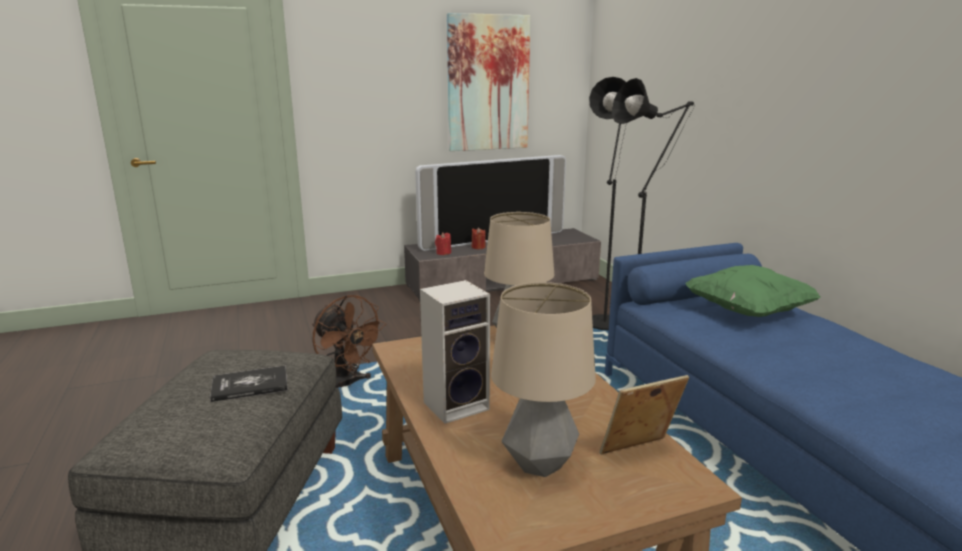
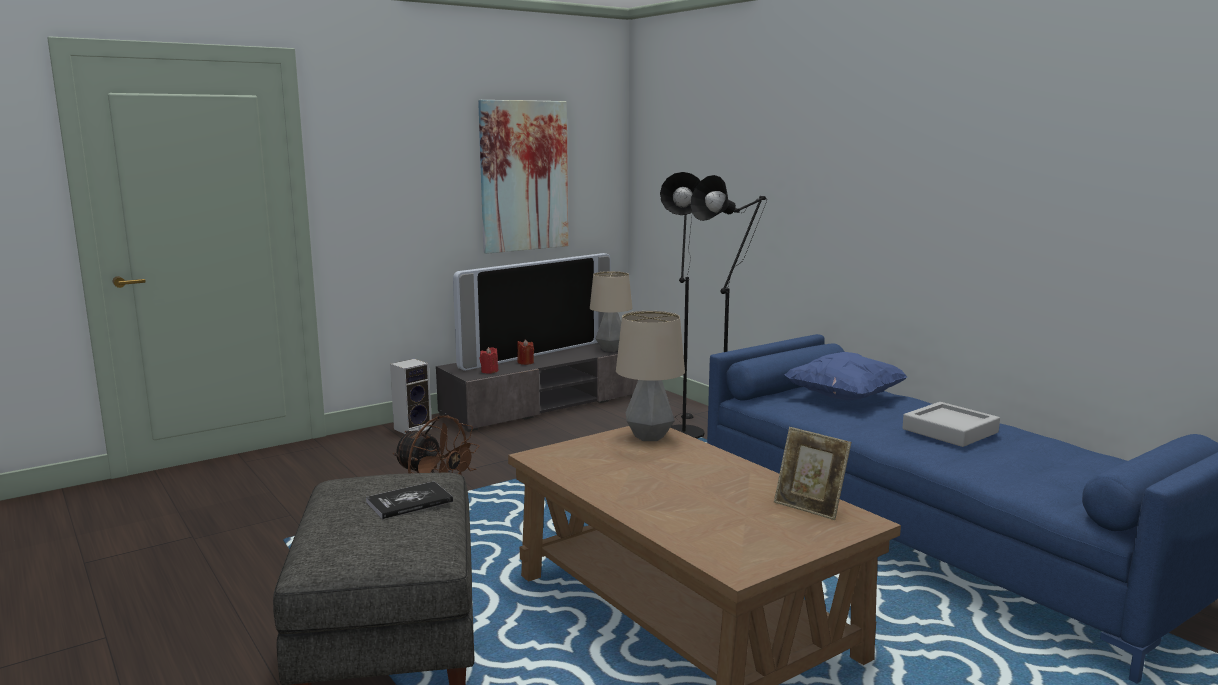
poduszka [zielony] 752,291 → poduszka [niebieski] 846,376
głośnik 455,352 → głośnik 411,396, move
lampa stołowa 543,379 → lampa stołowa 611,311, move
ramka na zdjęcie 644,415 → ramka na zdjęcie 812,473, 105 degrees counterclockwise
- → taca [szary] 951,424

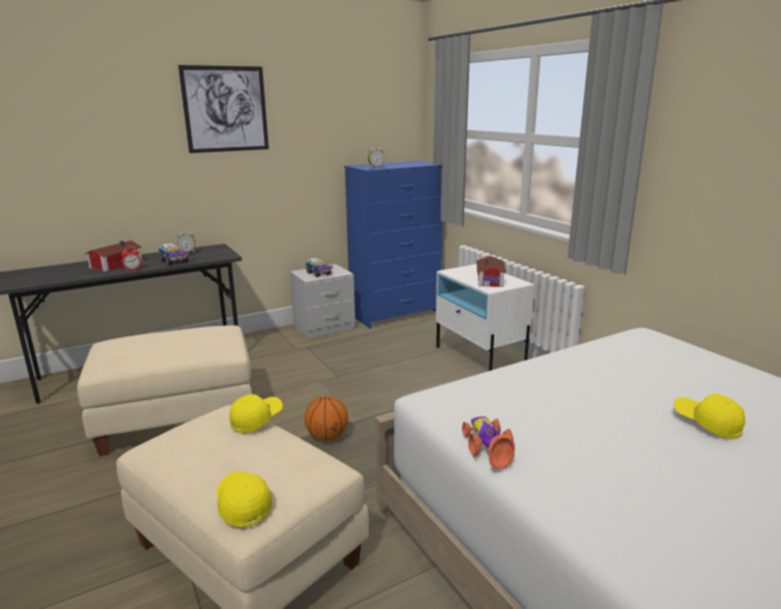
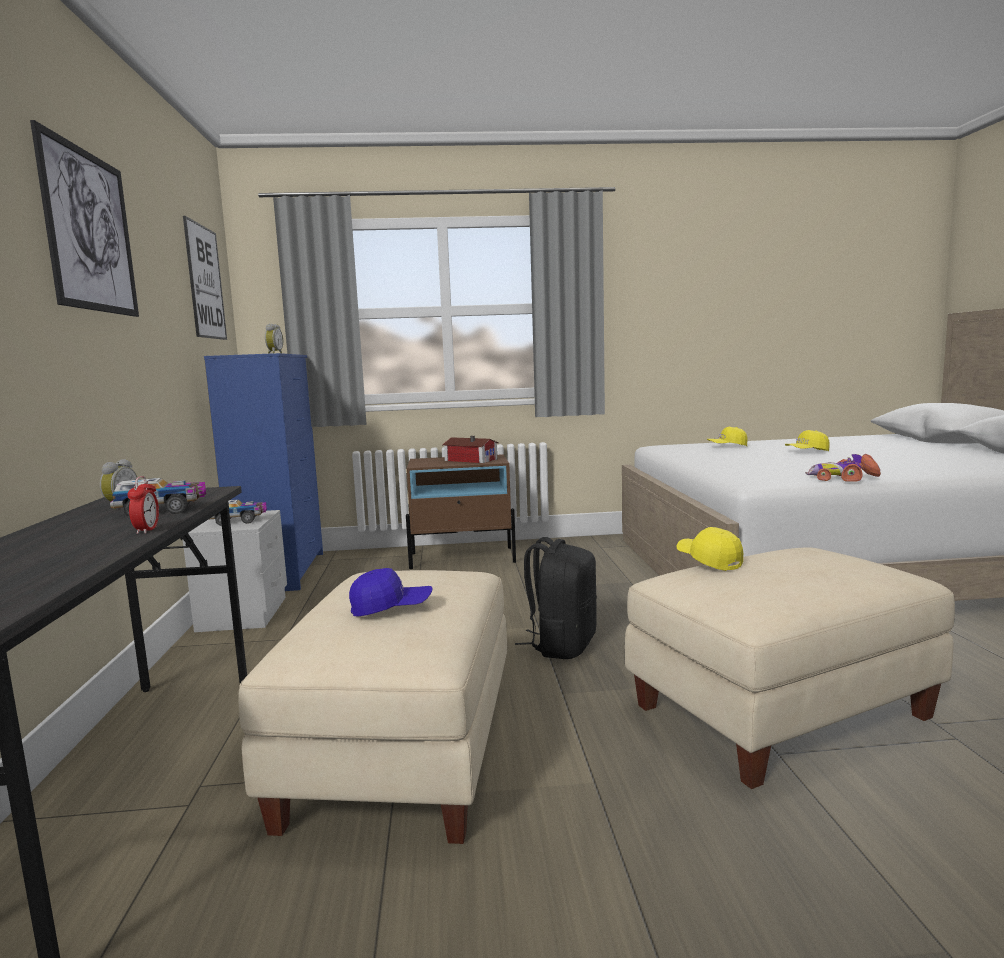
domek 113,256 → -
szafka nocna [biały] 485,317 → szafka nocna [brązowy] 461,511
piłka do koszykówki 326,418 → plecak [czarny] 556,598
czapka z daszkiem [żółty] 244,499 → czapka z daszkiem [żółty] 727,436, move
- → obraz 205,278
- → czapka z daszkiem [niebieski] 391,592

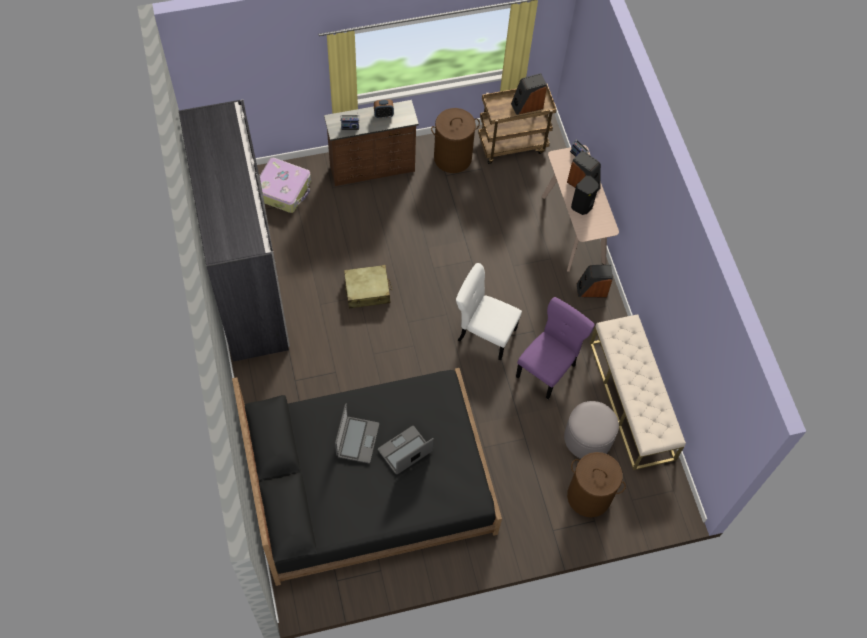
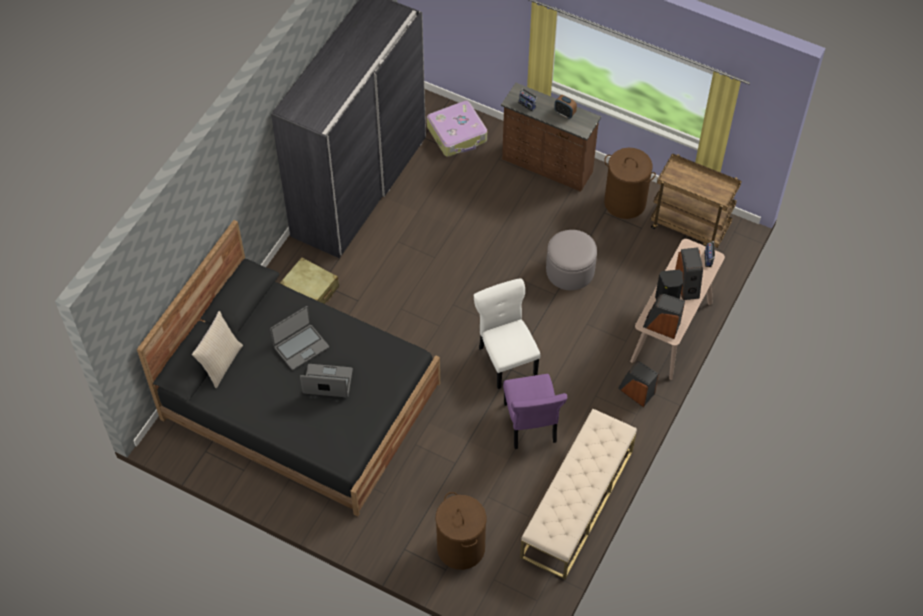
głośnik 529,94 → głośnik 664,316, move
walizka [beżowy] 368,286 → walizka [beżowy] 309,280, move
krzesło [fioletowy] 555,348 → krzesło [fioletowy] 535,411, 90 degrees clockwise
pufa [szary] 591,430 → pufa [szary] 571,260, move
- → poduszka [beżowy] 217,349

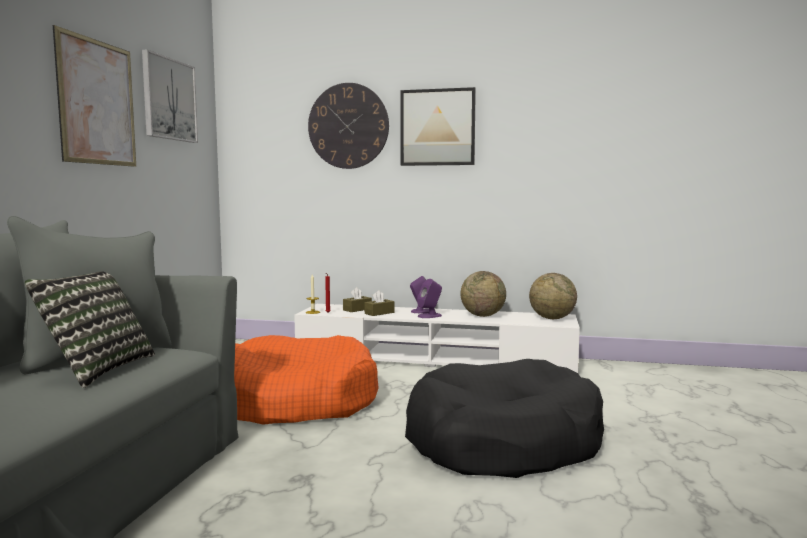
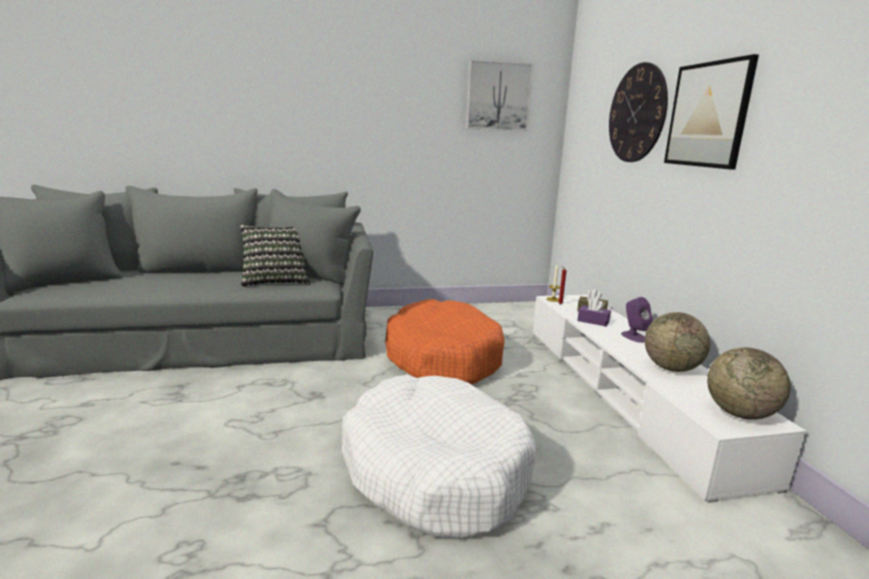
obraz 94,96 → -
głośnik [fioletowy] 429,298 → -
pudełko chusteczek [brązowy] 379,303 → pudełko chusteczek [fioletowy] 594,312
legowisko [czarny] 504,418 → legowisko [biały] 439,456

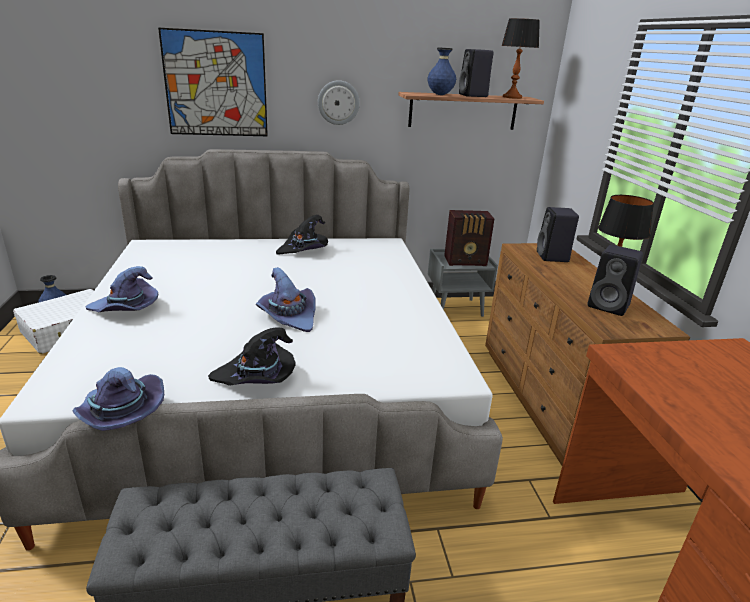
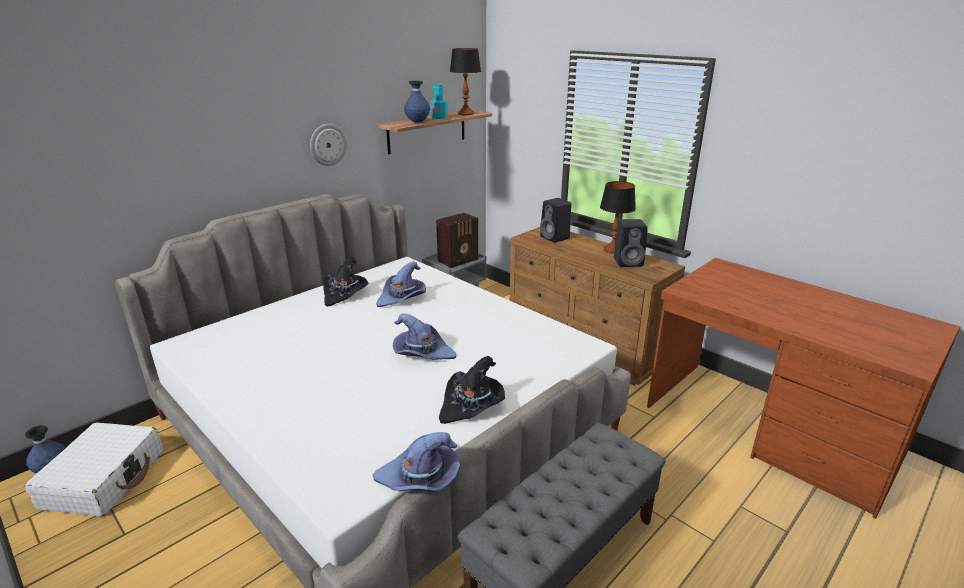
obraz 213,82 → -
głośnik [czarny] 476,73 → butelka [turkusowy] 439,101
kapelusz [fioletowy] 122,289 → kapelusz [fioletowy] 401,284, move

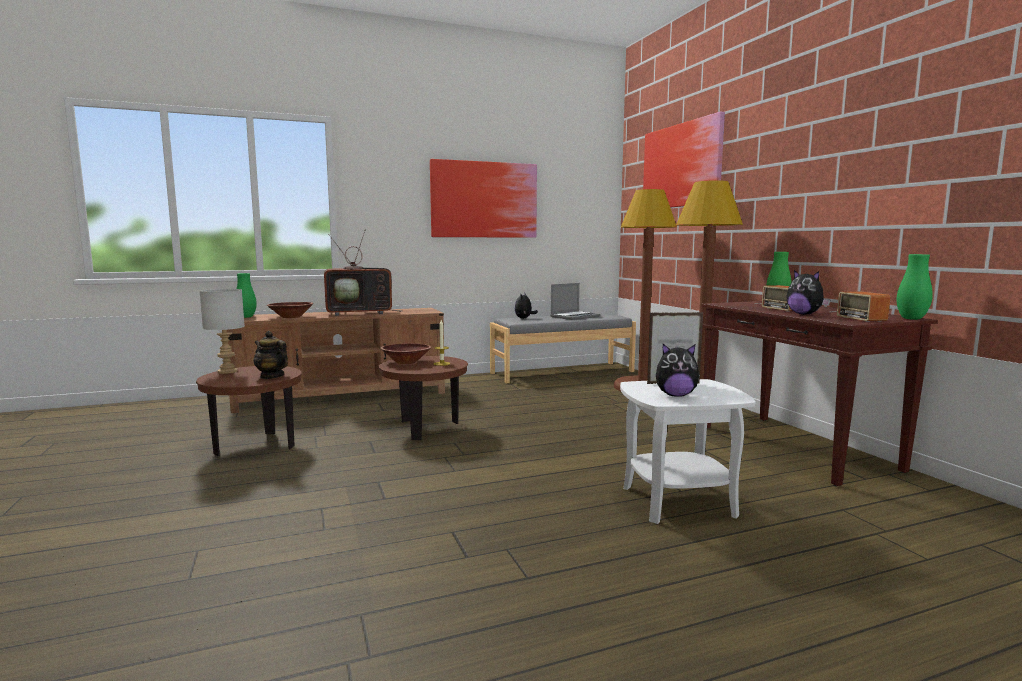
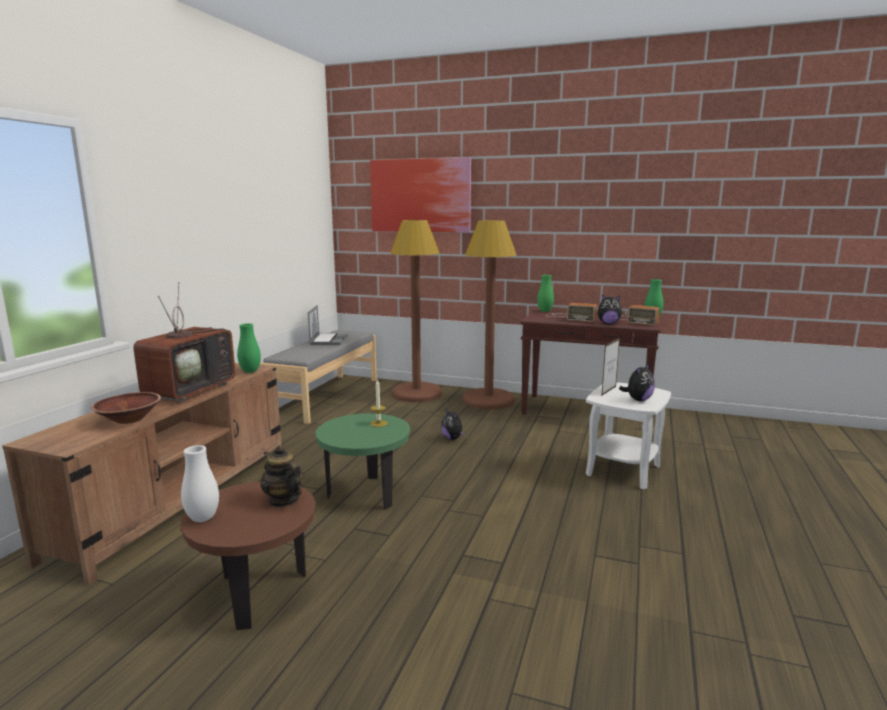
obraz 483,198 → -
wazon [zielony] 247,295 → wazon [zielony] 249,348, move
lampa stołowa [szary] 222,331 → wazon [biały] 200,483
pluszak 526,306 → pluszak 453,424, move
imbryk 271,355 → imbryk 282,476, 60 degrees clockwise
miska [brązowy] 406,353 → -
stolik [brązowy] 423,398 → stolik [zielony] 362,461

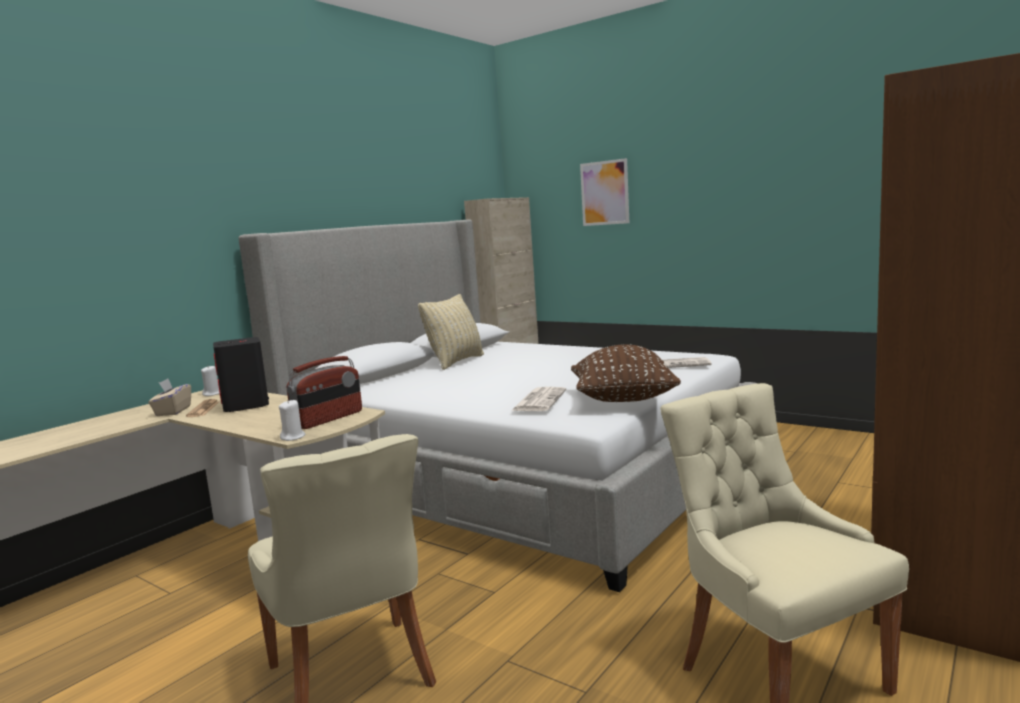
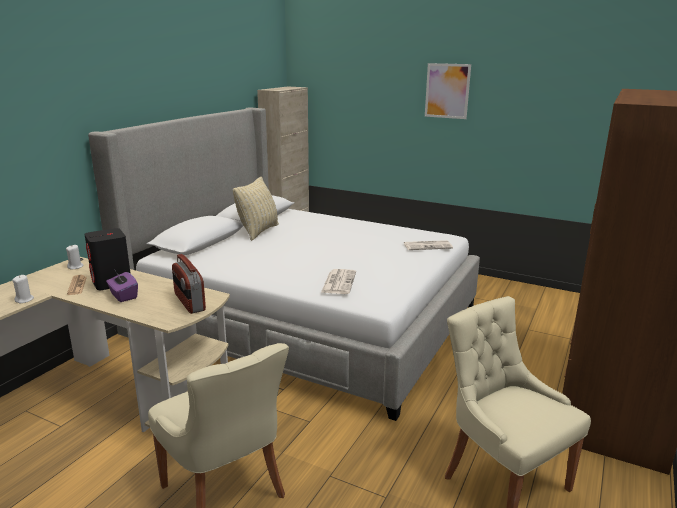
obraz 604,192 → obraz 448,91, move
poduszka [brązowy] 626,373 → -
radio 324,392 → radio 189,284, 120 degrees clockwise
pudełko chusteczek [beżowy] 169,397 → -
świeca [biały] 292,420 → świeca [biały] 23,289, move
- → pudełko chusteczek [fioletowy] 122,287

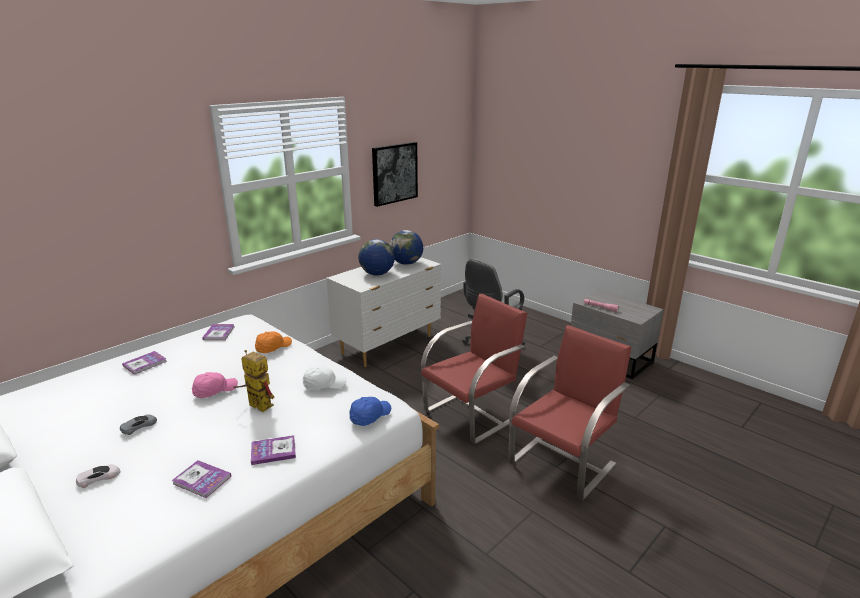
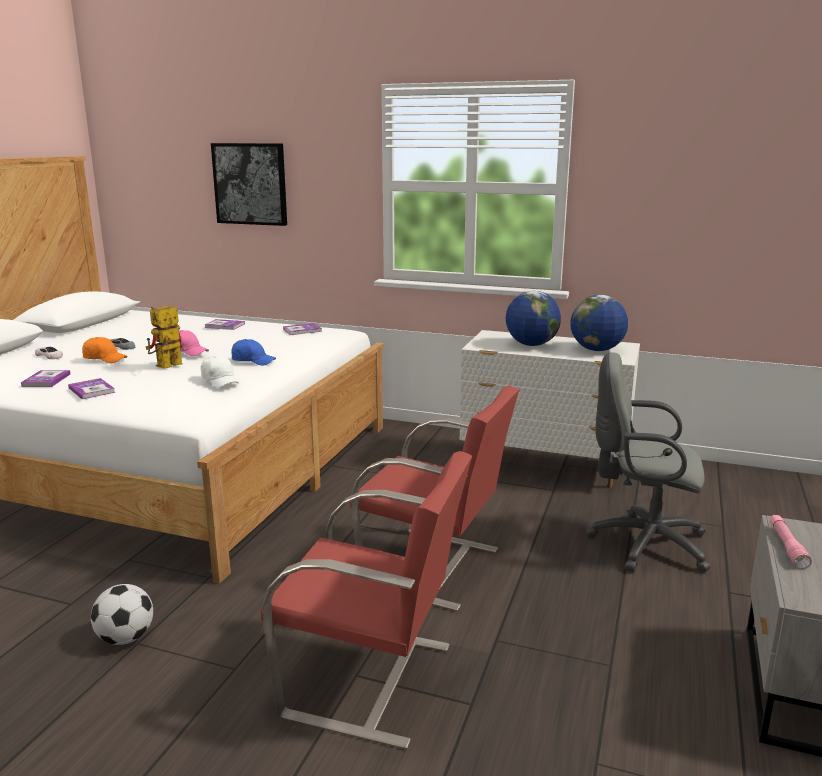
obraz 395,174 → obraz 249,184, move
czapka z daszkiem [pomarańczowy] 273,342 → czapka z daszkiem [pomarańczowy] 105,350, move
robot zabawkowy 254,381 → robot zabawkowy 164,336, 150 degrees counterclockwise
czapka z daszkiem [niebieski] 370,411 → czapka z daszkiem [niebieski] 253,352, move
- → piłka futbolowa 122,614

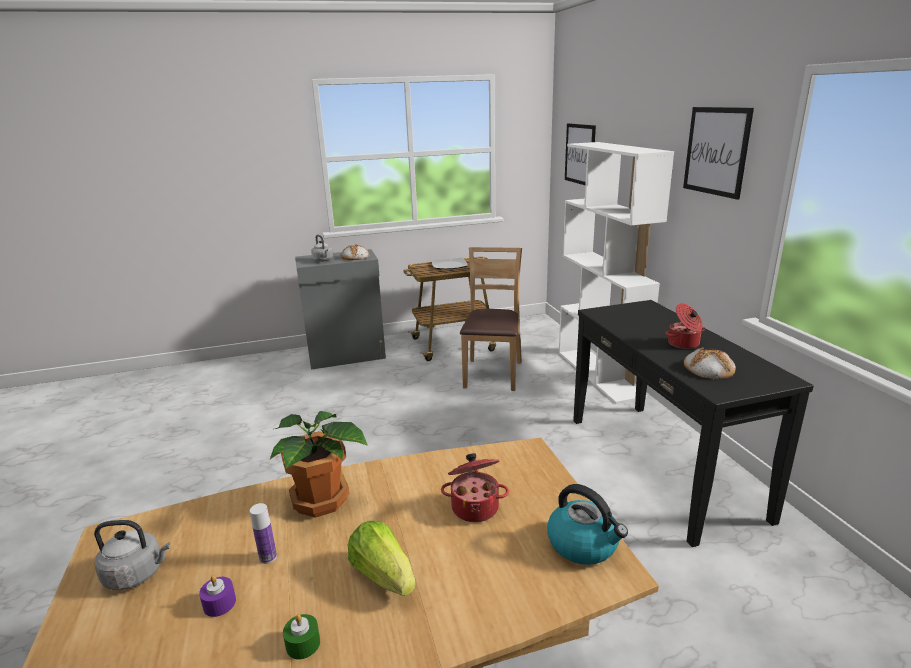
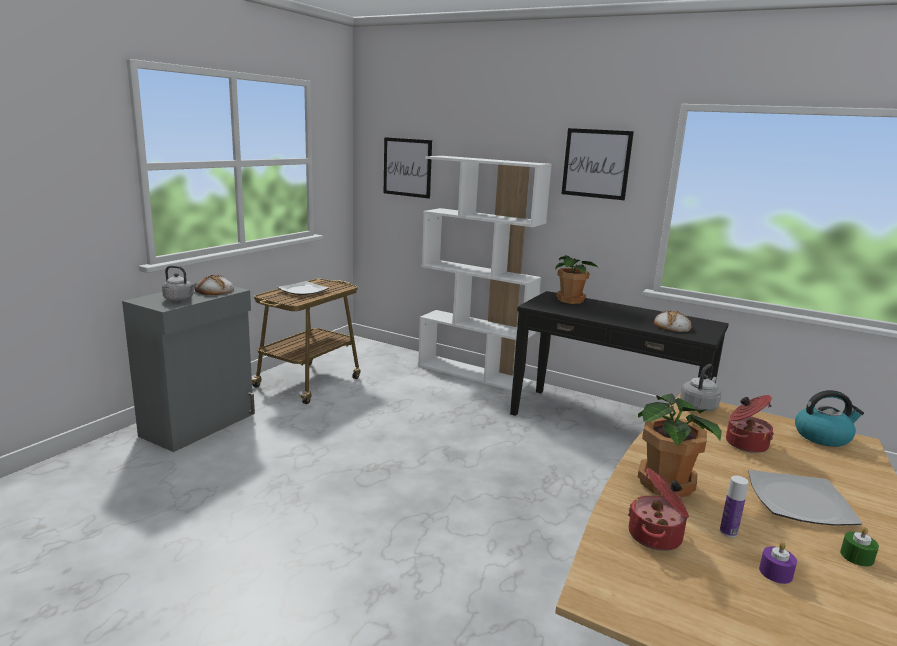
krzesło [brązowy] 491,319 → -
garnek 685,326 → garnek 658,509, move
czajnik [szary] 132,555 → czajnik [szary] 700,388, move
sałata 382,558 → talerz 805,498
- → roślina doniczkowa 576,279

